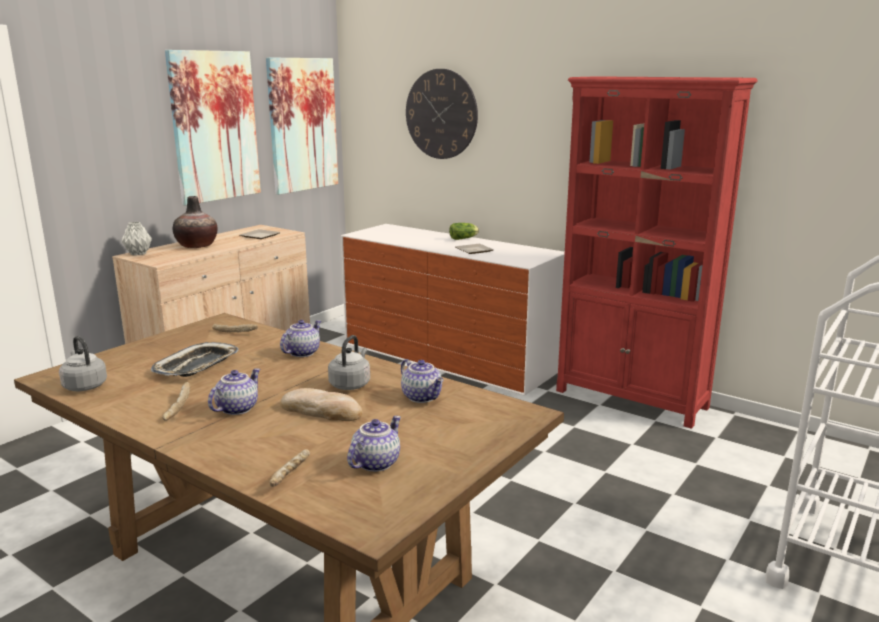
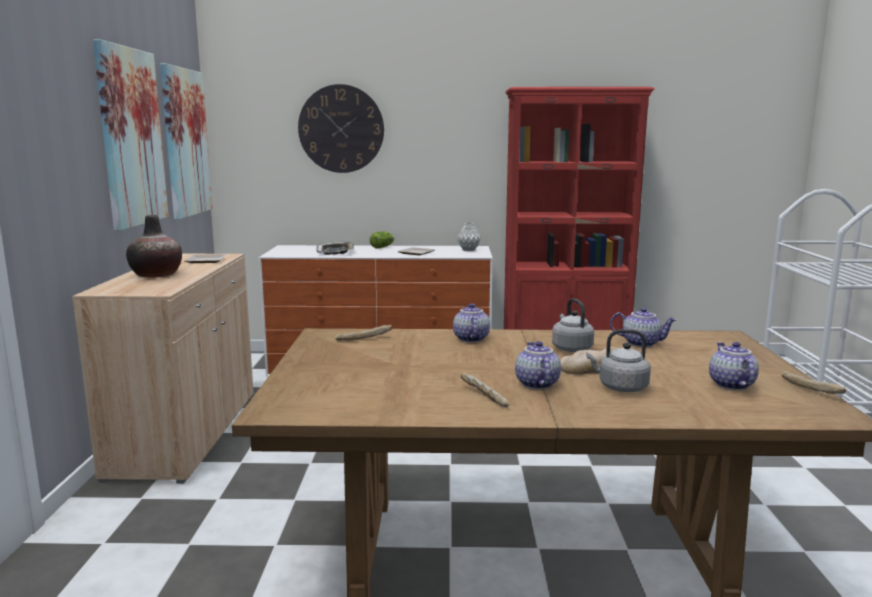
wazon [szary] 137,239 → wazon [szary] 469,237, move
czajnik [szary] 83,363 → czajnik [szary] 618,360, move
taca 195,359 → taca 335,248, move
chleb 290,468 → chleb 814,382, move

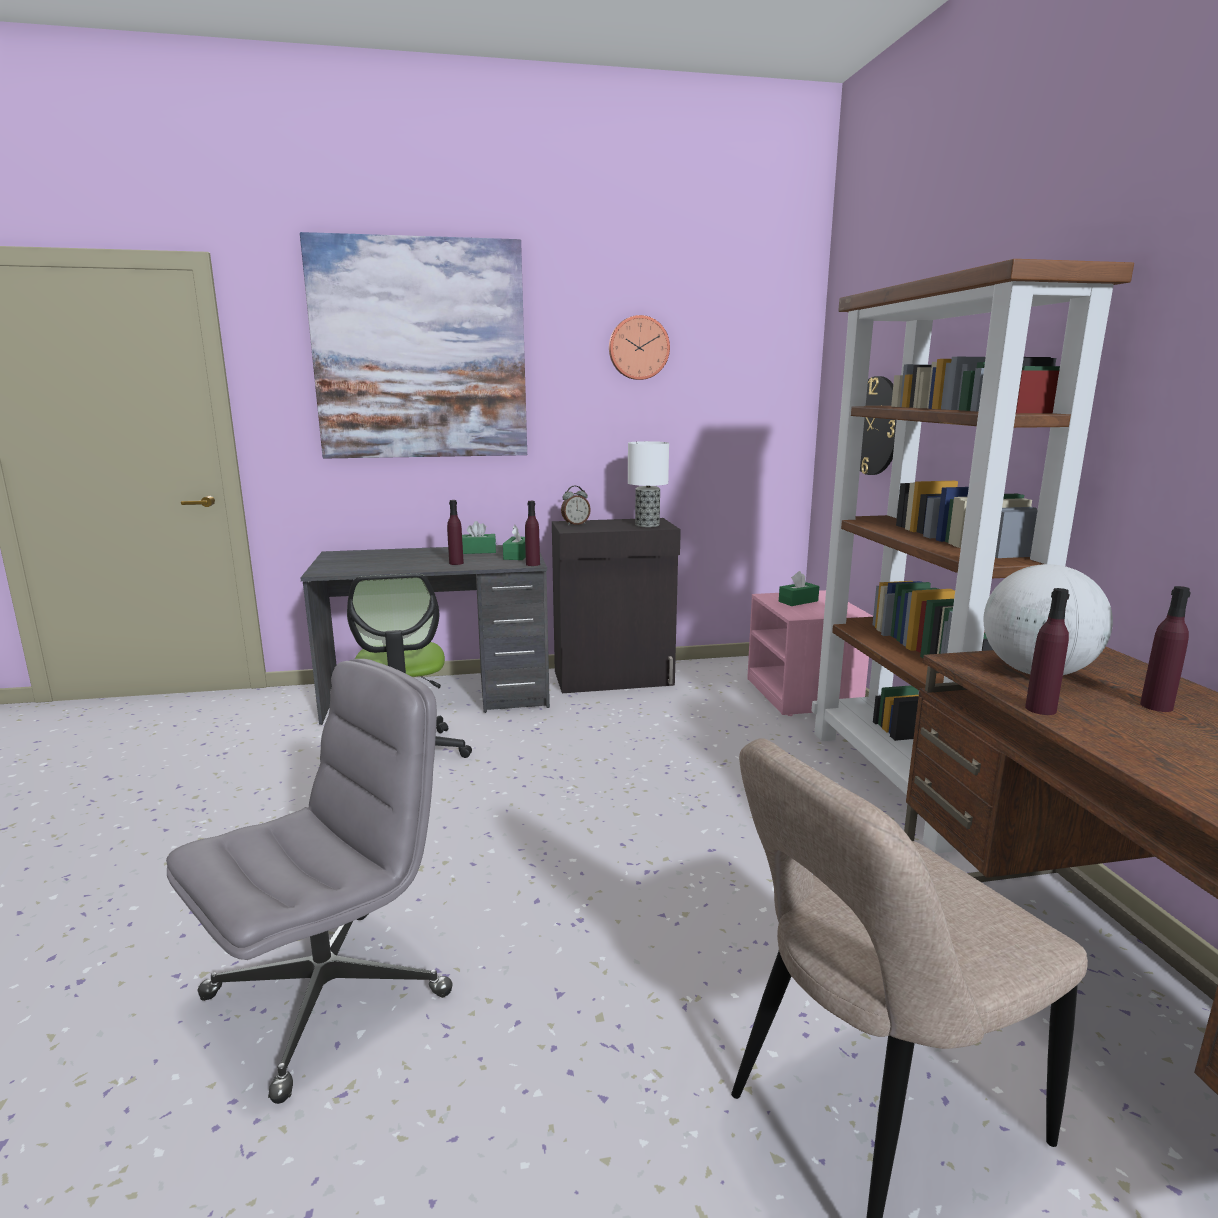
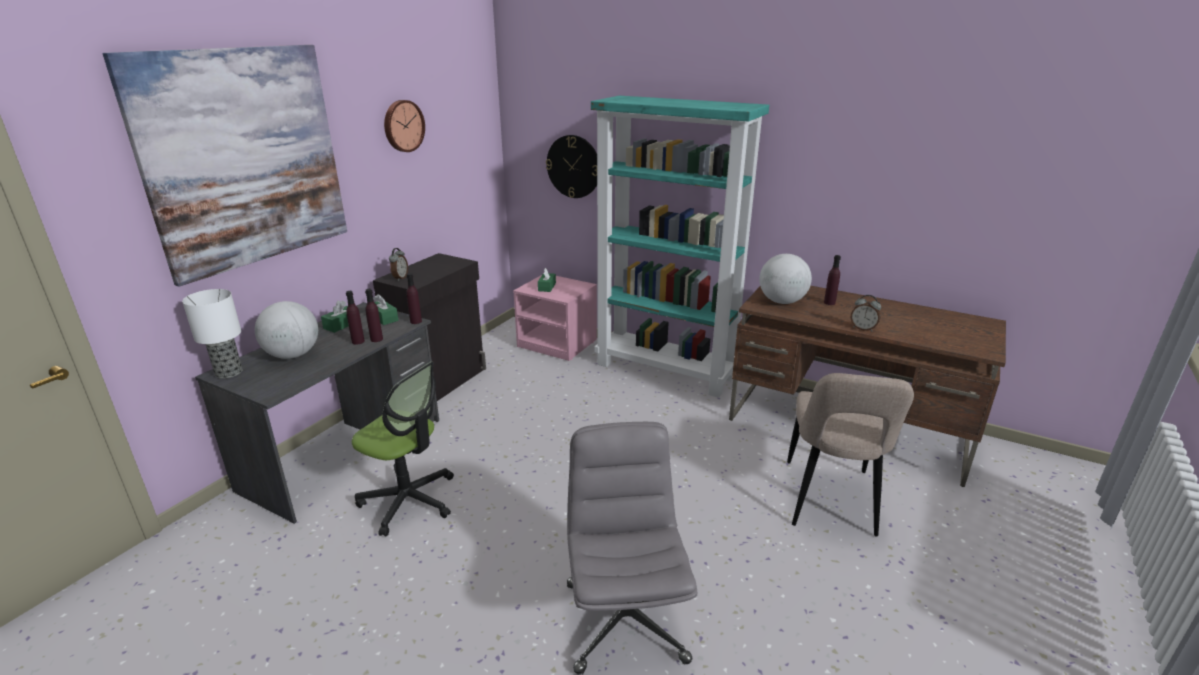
regał [brązowy] 973,556 → regał [turkusowy] 680,247
lampa stołowa 648,484 → lampa stołowa 212,334, move
butelka [fioletowy] 1047,651 → butelka [fioletowy] 374,315, move
- → budzik 866,313
- → globus 286,330

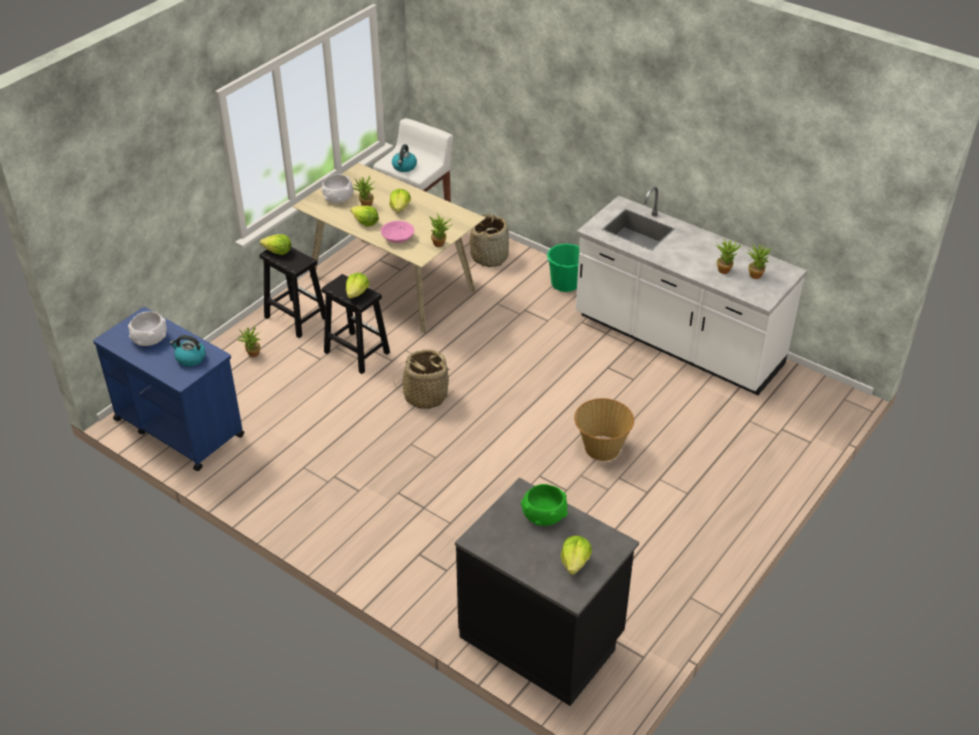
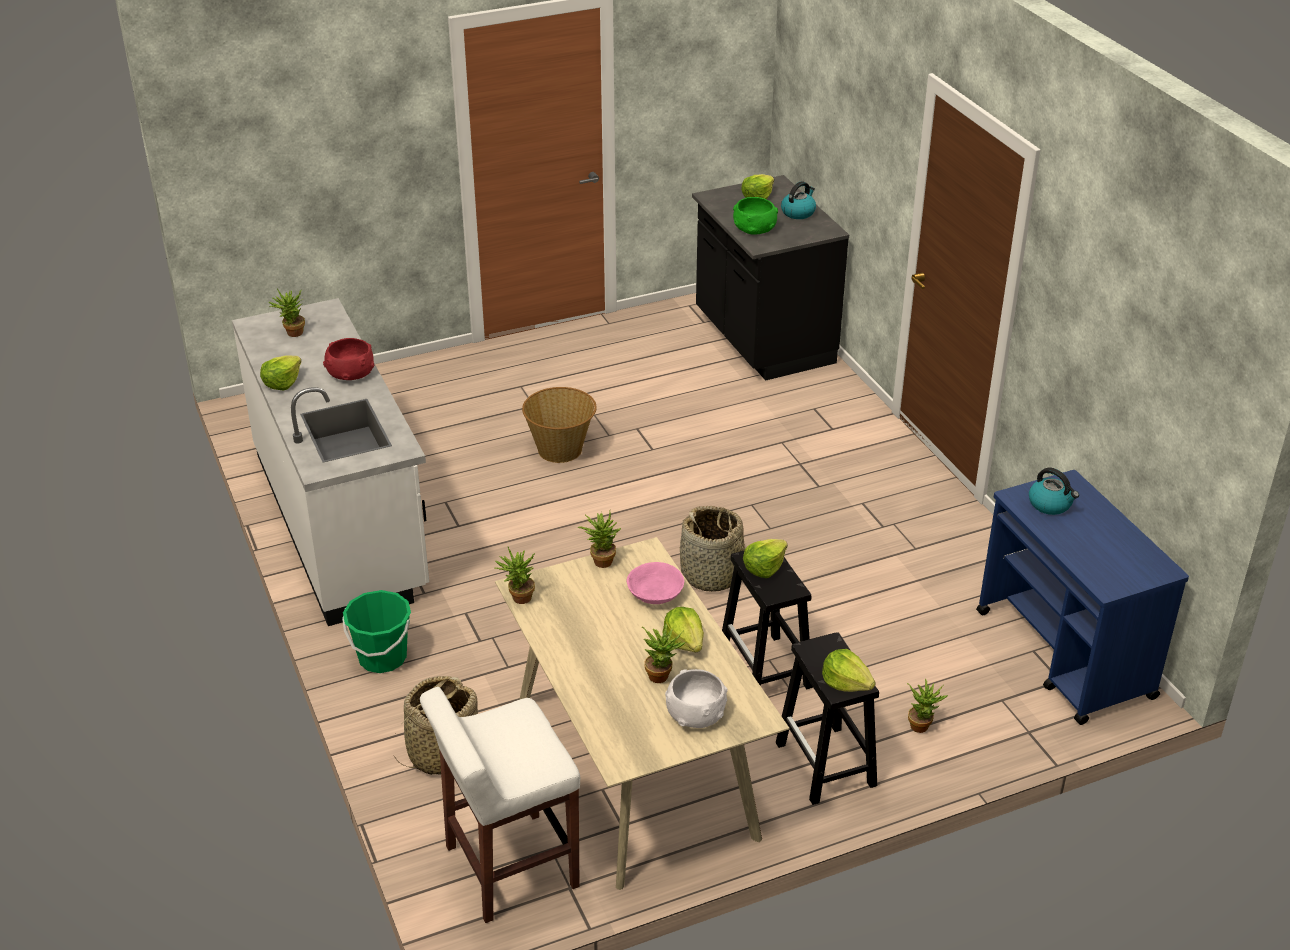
czajnik 404,158 → czajnik 798,200, move
sałata 400,200 → sałata 281,372, move
roślina doniczkowa 728,256 → roślina doniczkowa 514,575, move
miska [biały] 147,328 → -
- → miska [czerwony] 348,359

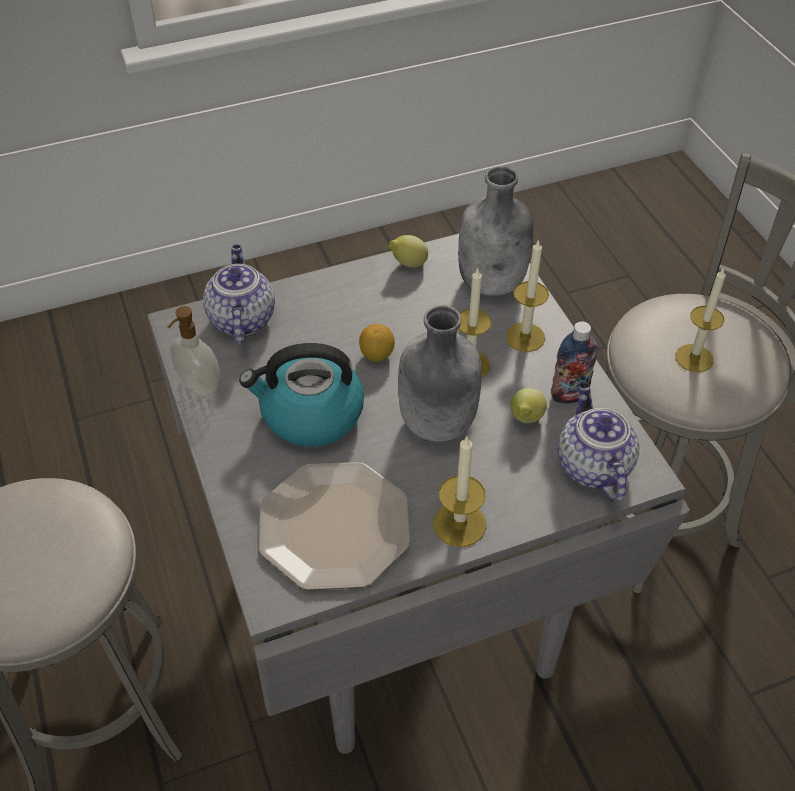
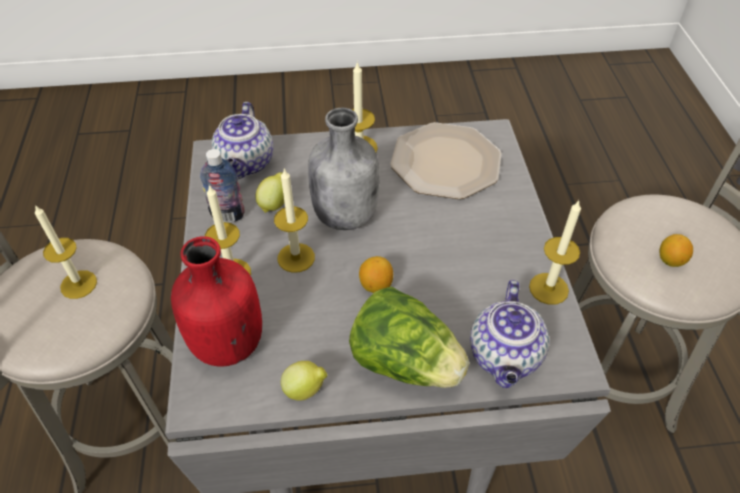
butelka [szary] 495,231 → butelka [czerwony] 216,301
dozownik mydła 194,351 → świeca 555,253
czajnik 301,395 → -
- → cytryna 676,250
- → sałata 409,337

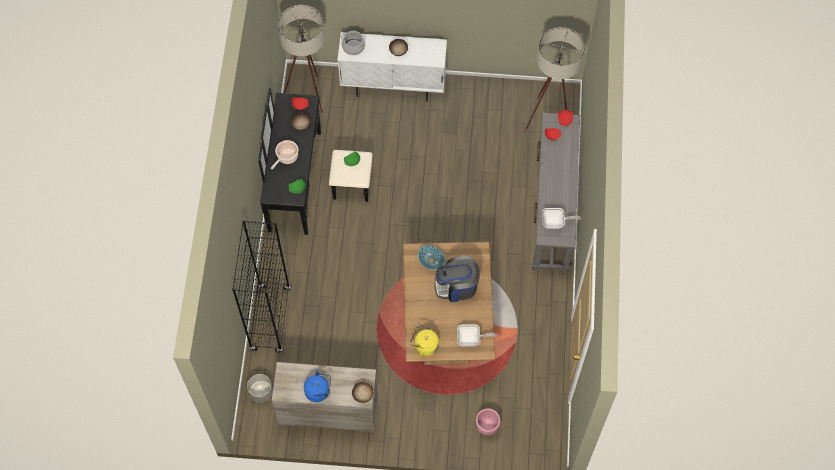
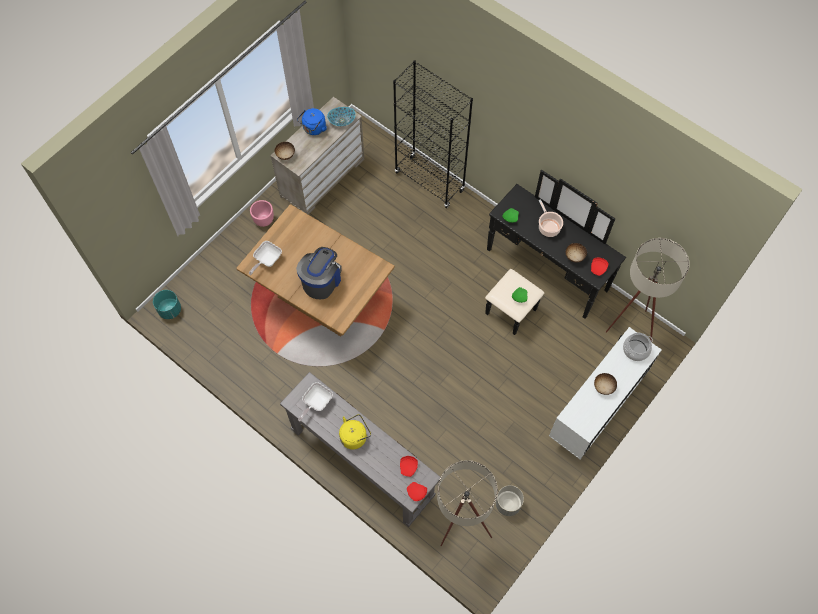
miska 431,257 → miska 341,116, move
czajnik [żółty] 424,341 → czajnik [żółty] 355,431, move
donica [szary] 260,388 → donica [szary] 510,500, move
donica [różowy] 488,421 → donica [różowy] 262,213, move
- → donica [turkusowy] 167,304

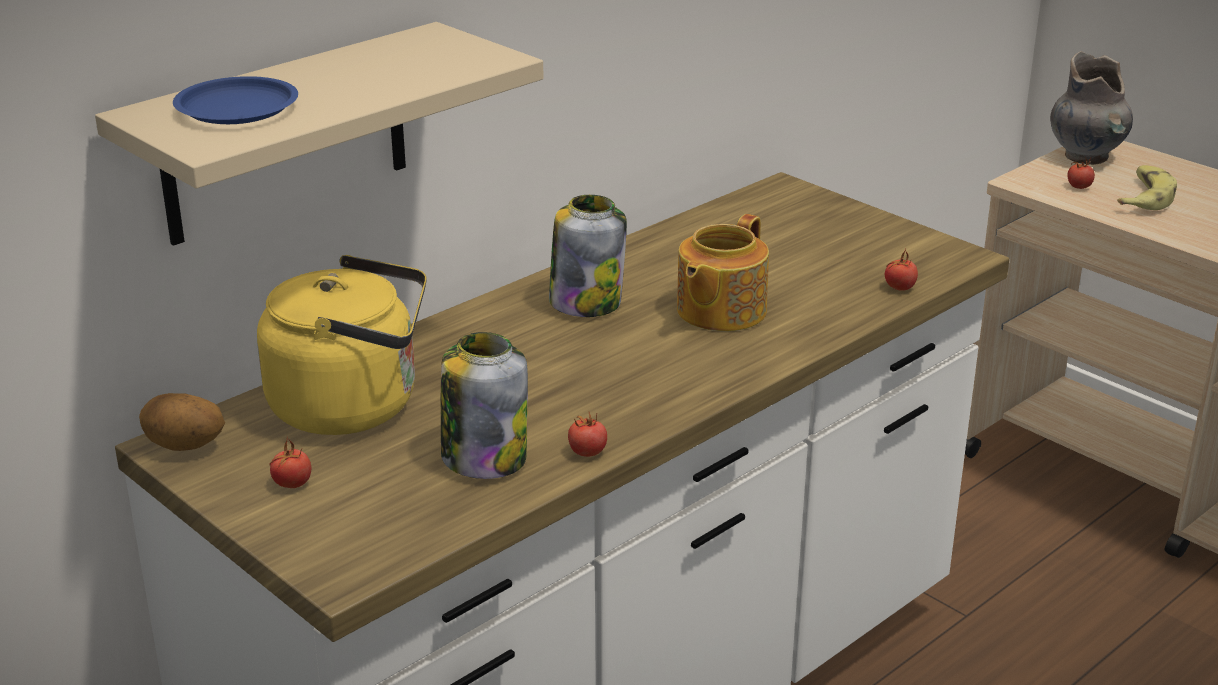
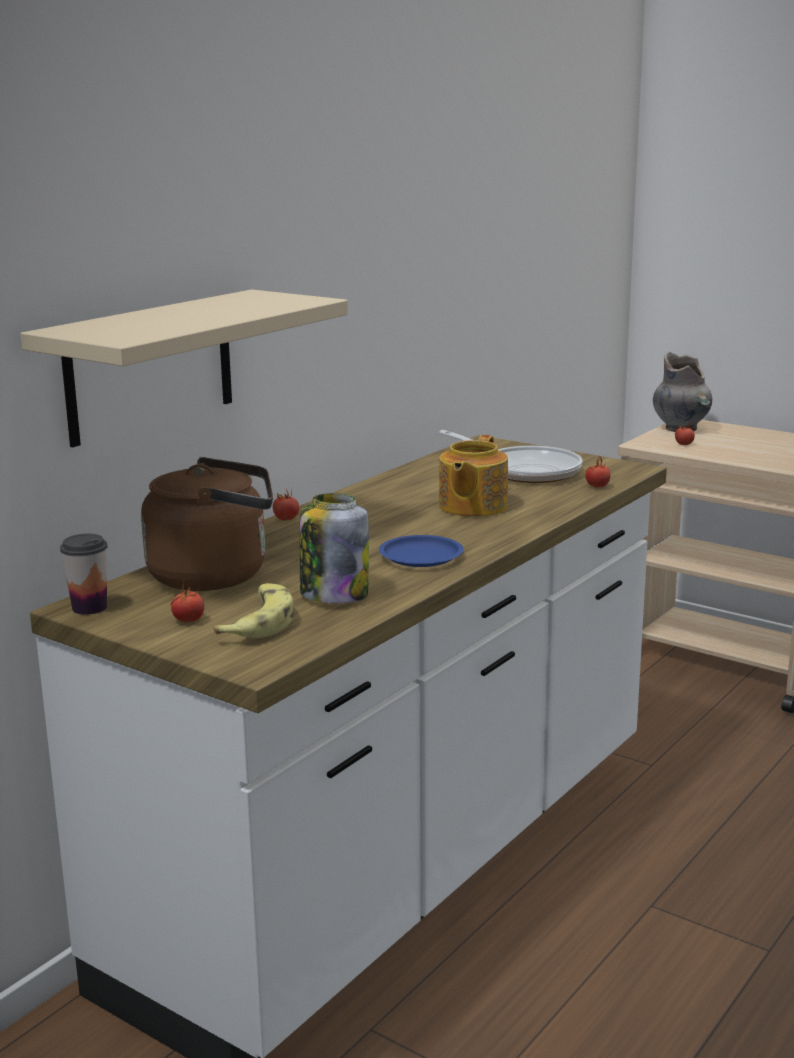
talerz [niebieski] 235,100 → talerz [niebieski] 421,551, move
banan 1147,187 → banan 253,610, move
słoik 588,256 → -
czajnik [żółty] 342,345 → czajnik [brązowy] 207,524
ziemniak 182,422 → filiżanka 84,574
pomidor 587,434 → pomidor 286,504, move
- → patelnia 510,456

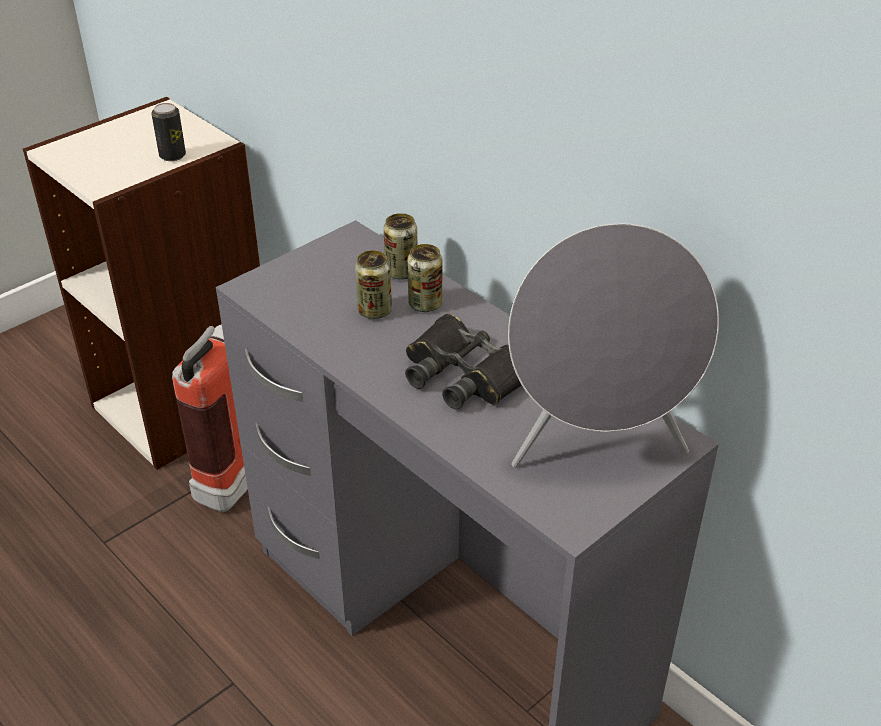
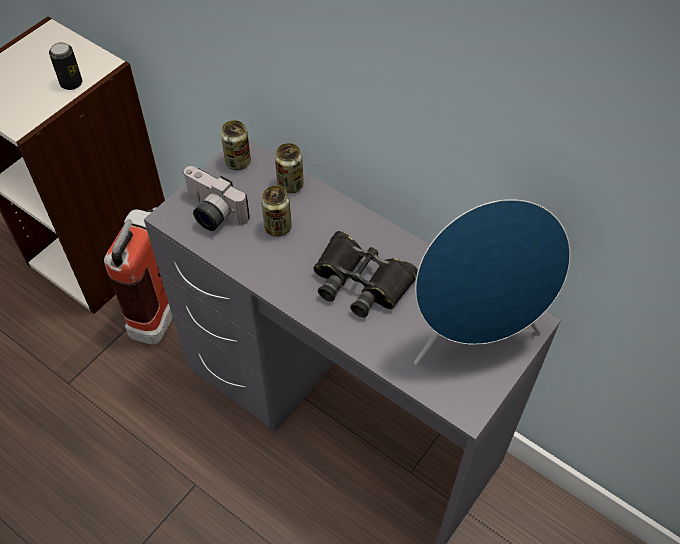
głośnik [szary] 613,345 → głośnik [niebieski] 492,282
puszka 425,278 → puszka 236,145, move
- → aparat fotograficzny 217,198

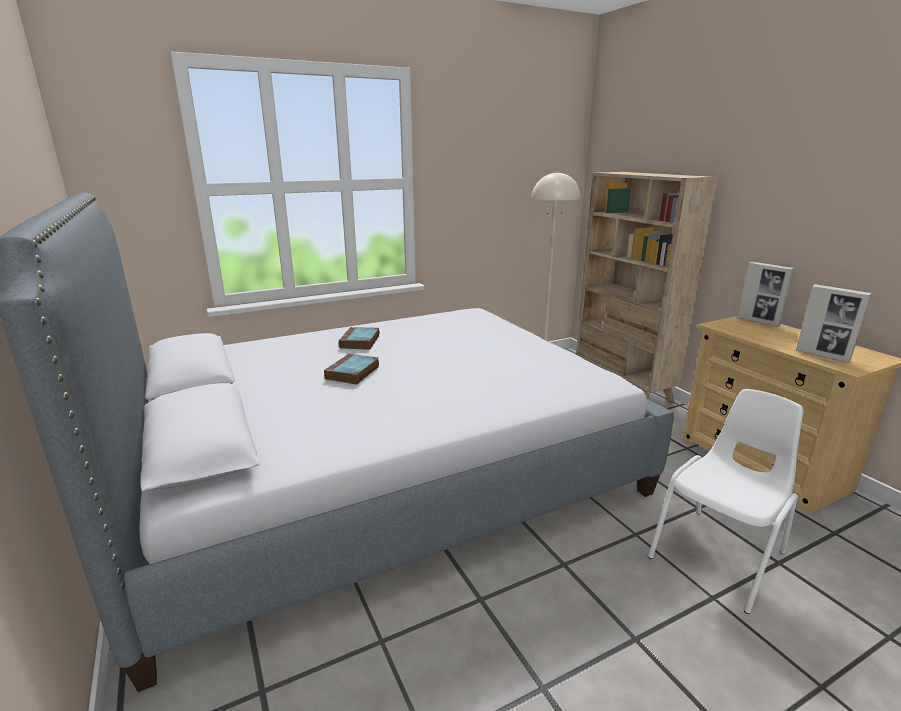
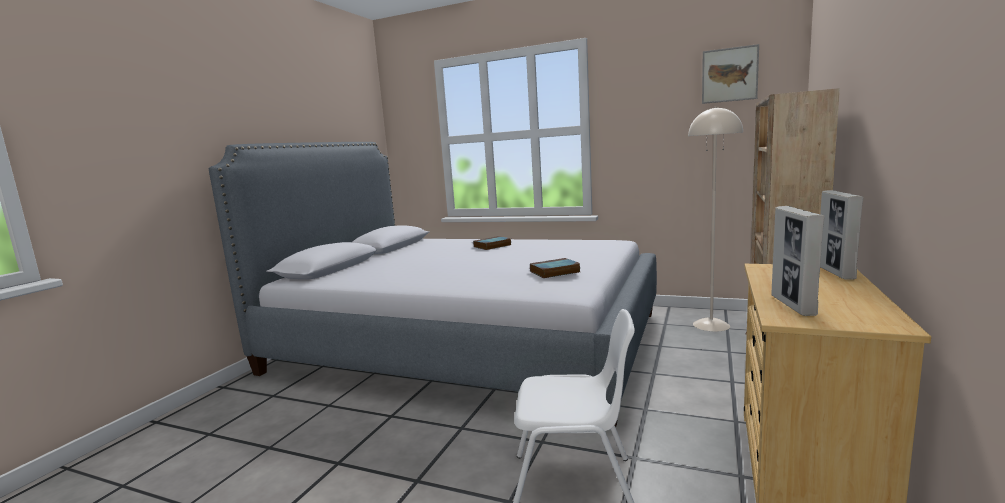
książka 351,369 → książka 555,268, move
- → obraz 730,74

